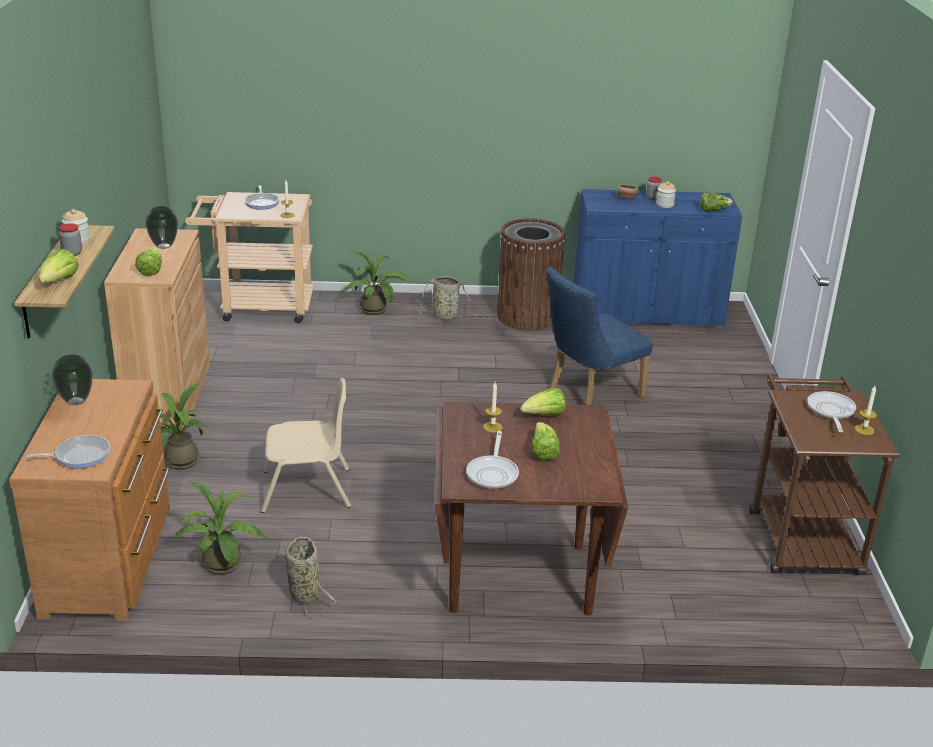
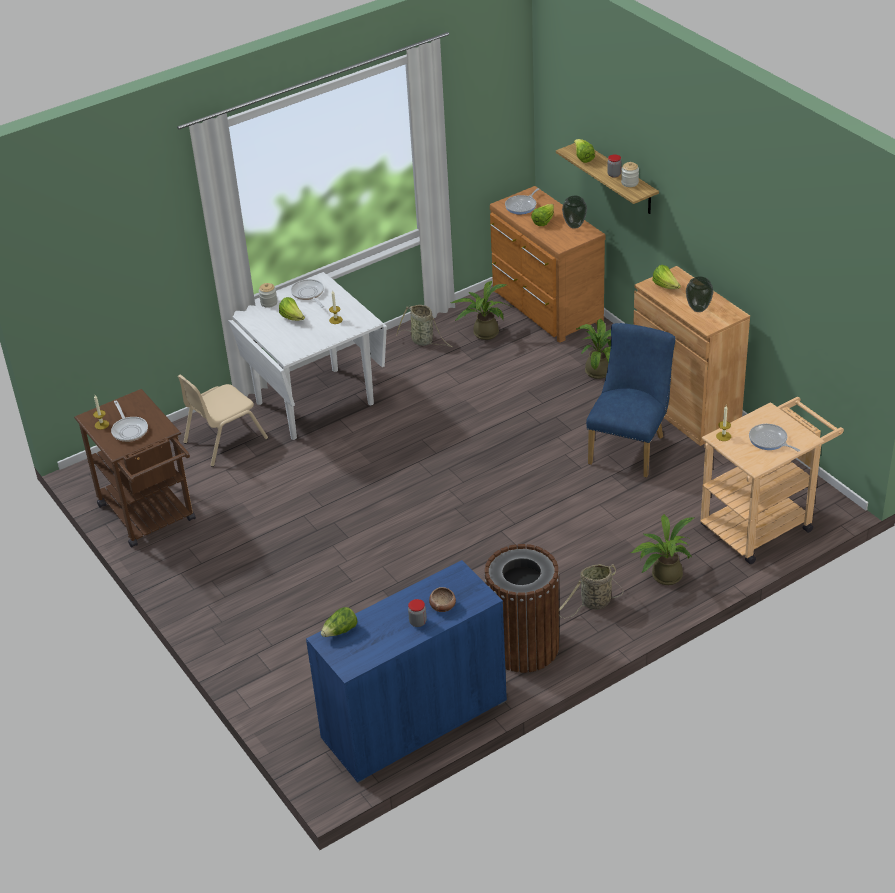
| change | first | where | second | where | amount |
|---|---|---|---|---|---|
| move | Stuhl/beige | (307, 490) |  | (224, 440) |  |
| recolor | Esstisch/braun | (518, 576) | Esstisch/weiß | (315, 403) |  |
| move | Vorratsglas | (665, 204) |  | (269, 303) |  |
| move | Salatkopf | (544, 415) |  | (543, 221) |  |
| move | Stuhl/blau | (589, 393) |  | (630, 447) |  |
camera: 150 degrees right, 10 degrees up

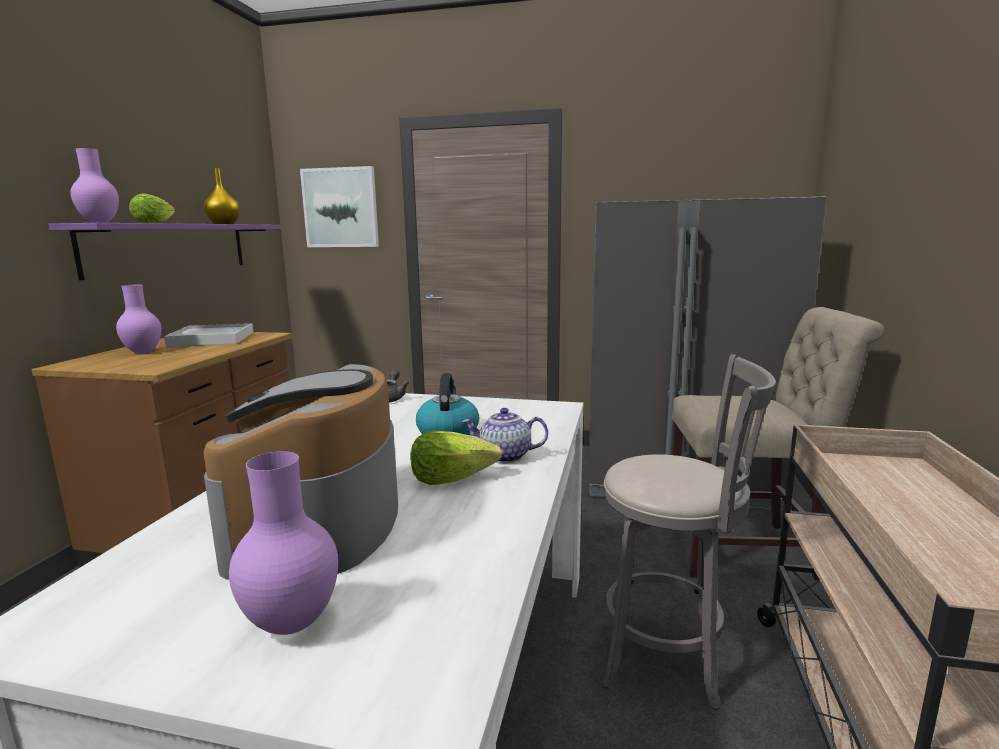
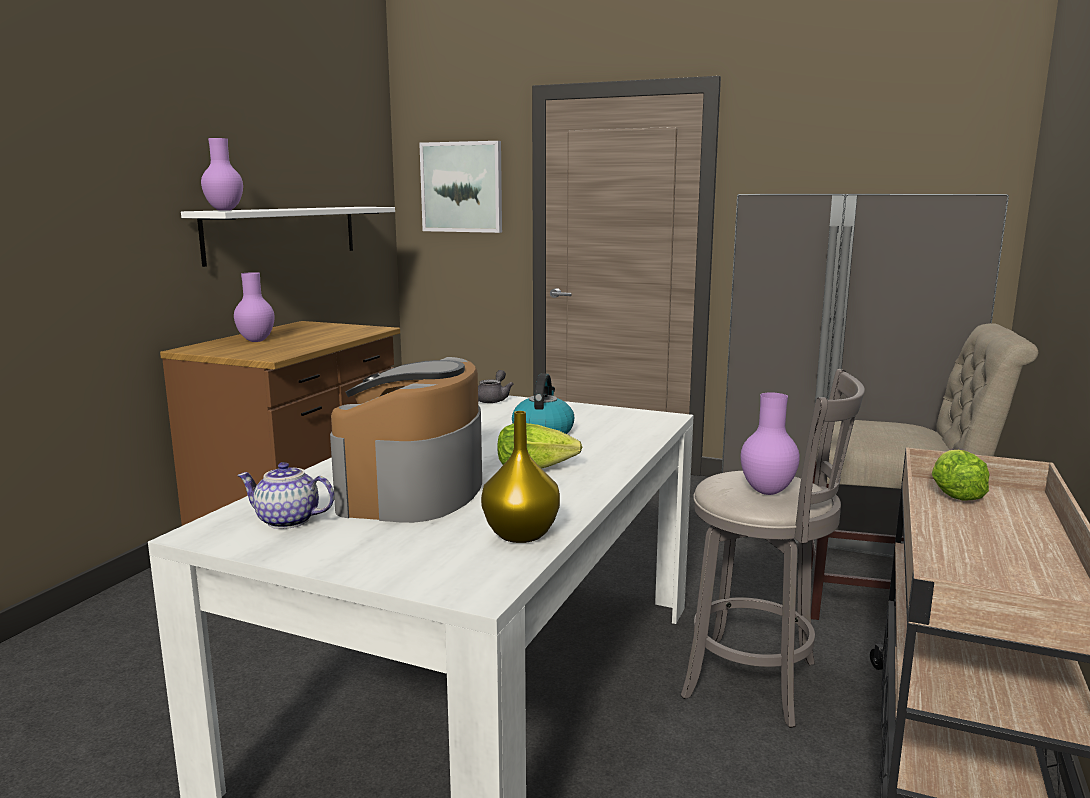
| change | first | where | second | where | amount |
|---|---|---|---|---|---|
| recolor | Wandregal/lila | (171, 248) | Wandregal/weiß | (284, 233) |  |
| move | Teekanne | (504, 457) |  | (286, 521) |  |
| move | Vase/gelb | (224, 224) |  | (521, 534) |  |
| move | Vase/lila | (294, 624) |  | (768, 492) |  |
| move | Salatkopf | (154, 223) |  | (955, 493) |  |
| delete | Tablett/weiß | (212, 339) |  |  |  |
camera: 10 degrees right, 0 degrees up

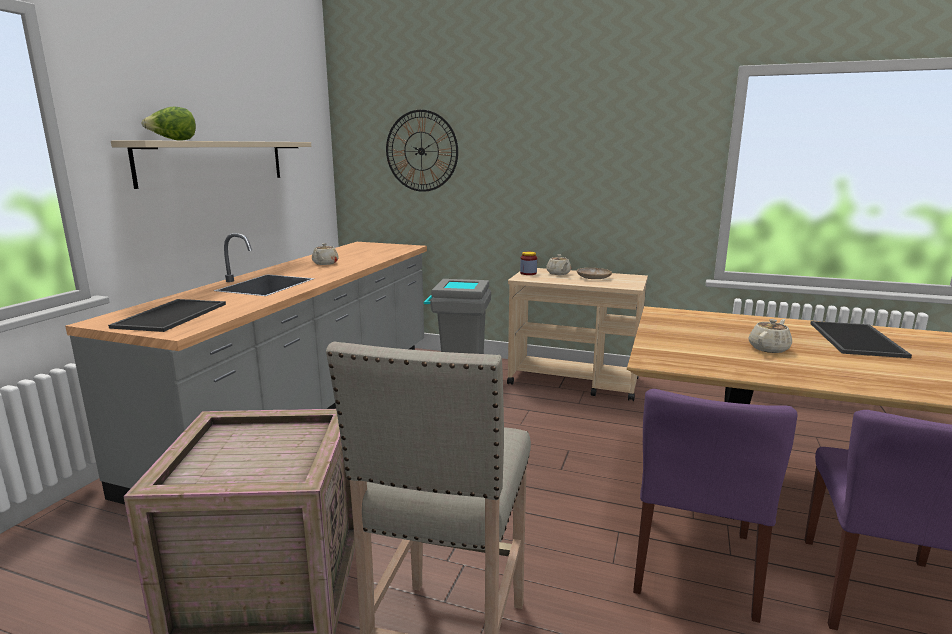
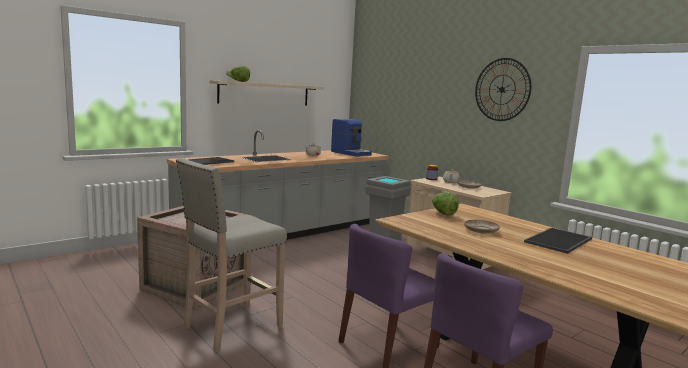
| change | first | where | second | where | amount |
|---|---|---|---|---|---|
| insert |  |  | Kaffeemaschine | (350, 153) |  |
| insert |  |  | Salatkopf | (443, 213) |  |
| replace | Teekanne/beige | (769, 348) | Teller/beige | (481, 231) |  |
| move | Wanduhr | (421, 151) |  | (502, 89) |  |
camera: 30 degrees right, 5 degrees down

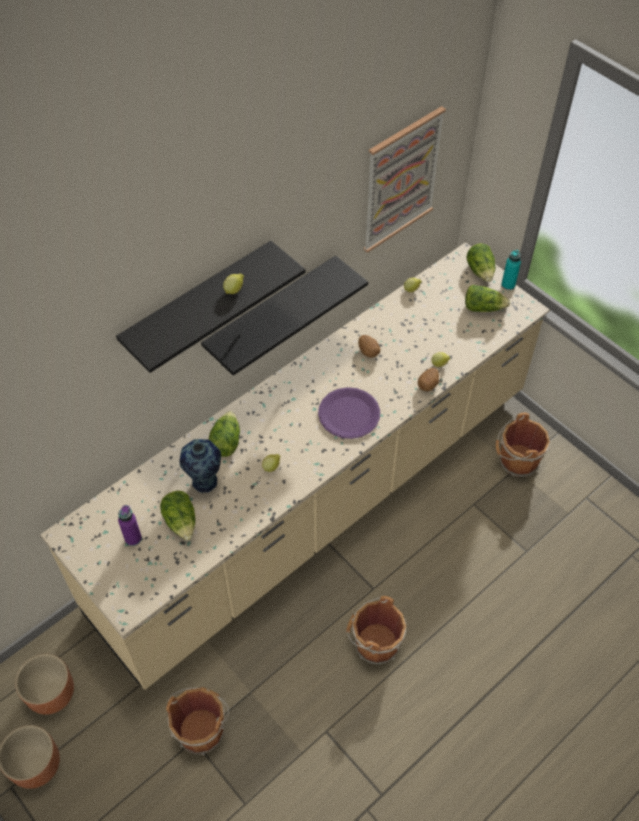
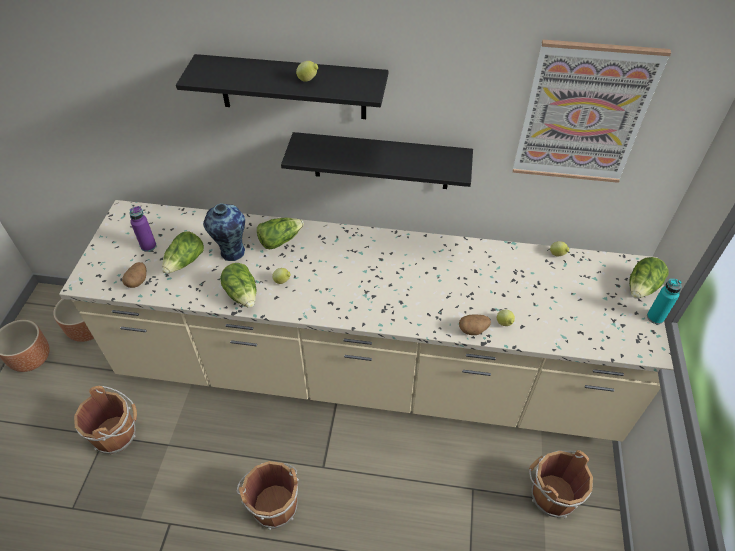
| change | first | where | second | where | amount |
|---|---|---|---|---|---|
| move | Kartoffel | (368, 351) |  | (137, 281) |  |
| move | Salatkopf | (483, 307) |  | (242, 294) |  |
| delete | Teller/lila | (348, 414) |  |  |  |
camera: 50 degrees right, 5 degrees down

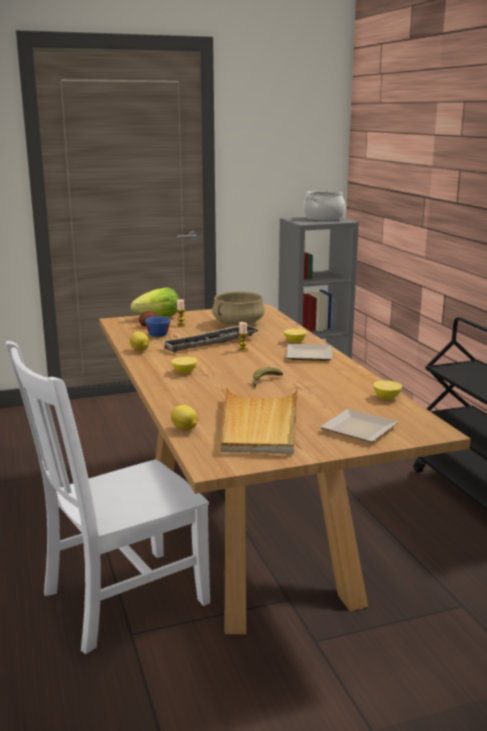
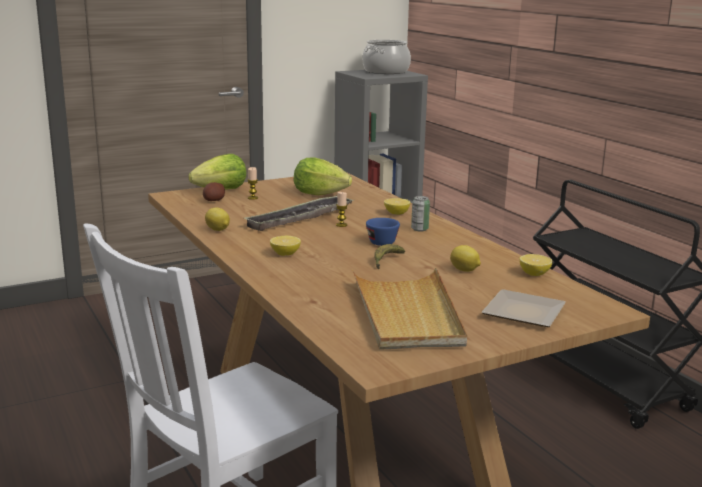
| change | first | where | second | where | amount |
|---|---|---|---|---|---|
| replace | Kochtopf/beige | (238, 323) | Salatkopf | (319, 194) |  |
| move | Tasse/blau | (157, 334) |  | (380, 241) |  |
| replace | Teller | (307, 356) | Dose | (419, 229) |  |
| move | Zitrone | (185, 429) |  | (465, 270) |  |
camera: 10 degrees left, 0 degrees up

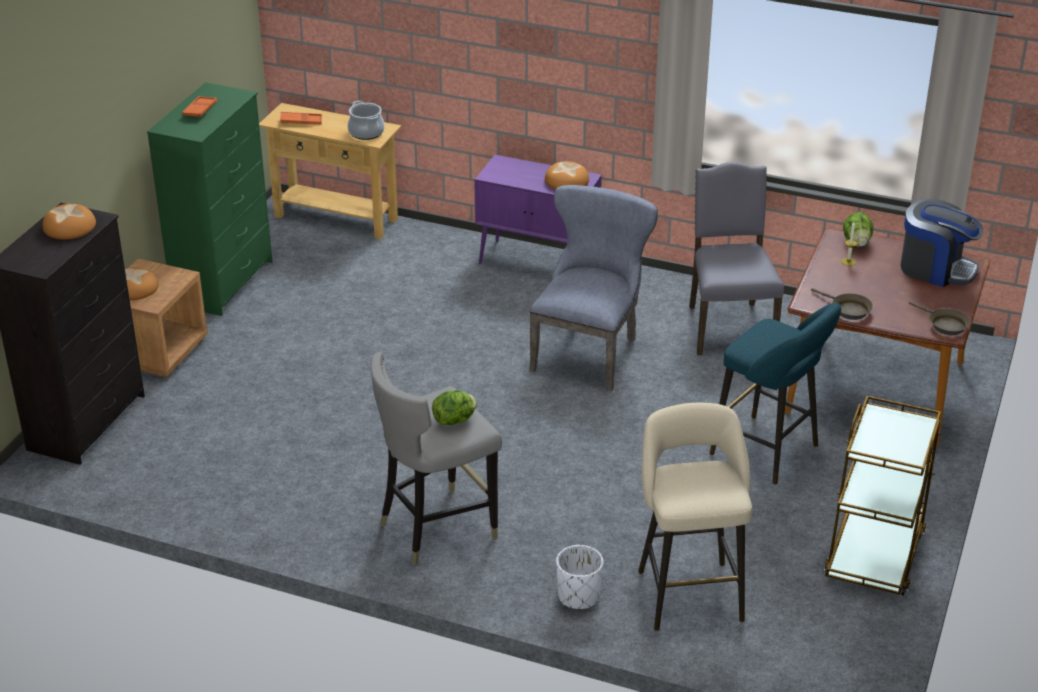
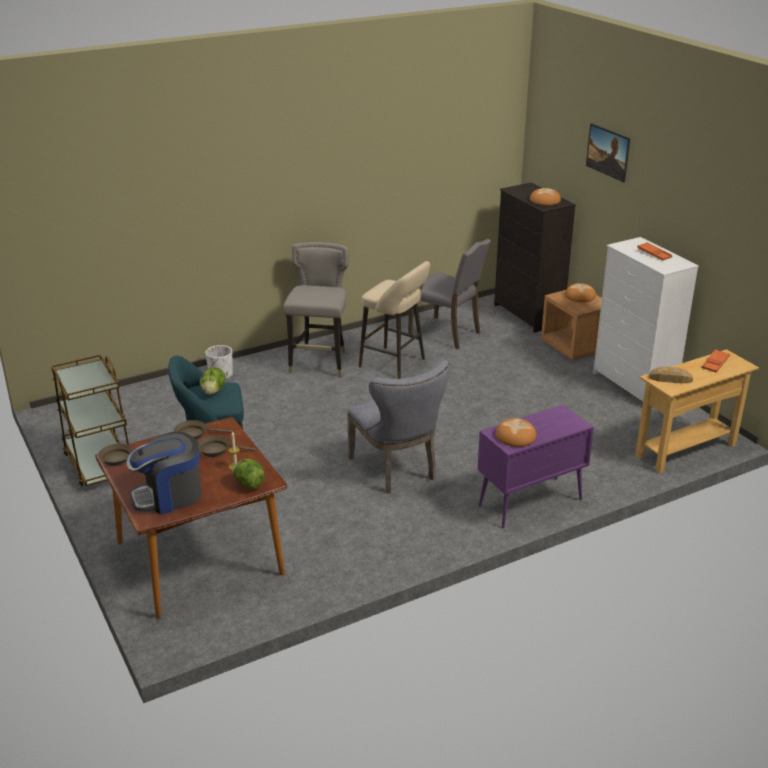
| change | first | where | second | where | amount |
|---|---|---|---|---|---|
| insert |  |  | Pfanne/braun | (217, 450) |  |
| move | Salatkopf | (455, 420) |  | (213, 392) |  |
| move | Hocker/beige | (688, 590) |  | (395, 364) |  |
| move | Stuhl/grau | (728, 326) |  | (447, 334) |  |
| insert |  |  | Bild | (606, 163) |  |
| recolor | Kommode/grün | (224, 282) | Kommode/weiß | (633, 386) |  |
| replace | Kochtopf | (366, 132) | Brot | (670, 379) |  |
camera: 130 degrees right, 5 degrees down

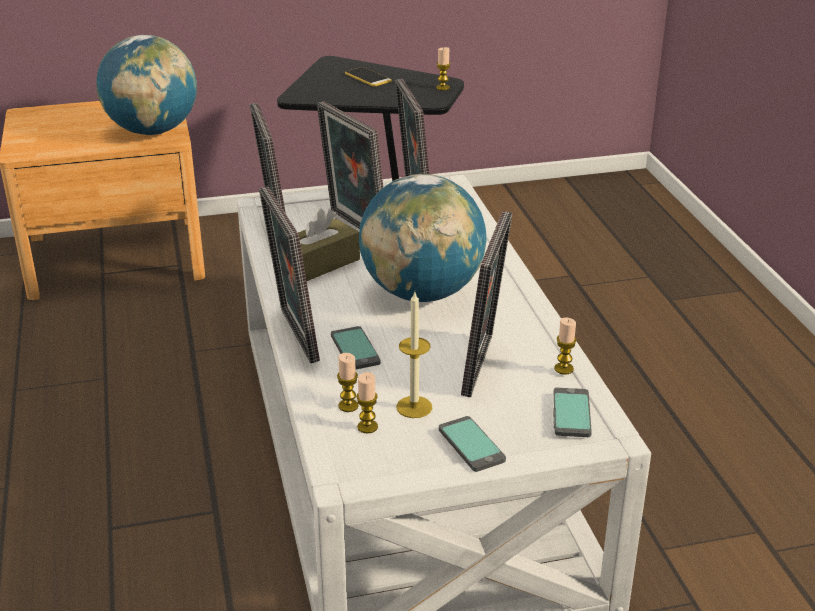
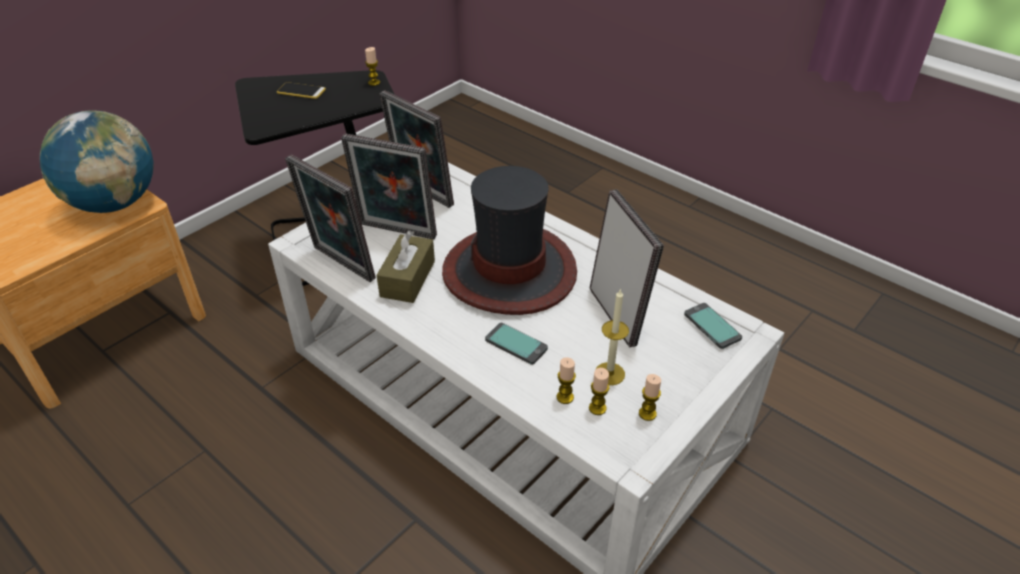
| change | first | where | second | where | amount |
|---|---|---|---|---|---|
| replace | Globus | (422, 293) | Hut | (510, 271) |  |
| move | Kerze | (563, 369) |  | (647, 413) |  |
| delete | Bilderrahmen | (293, 336) |  |  |  |
| delete | Handy | (472, 445) |  |  |  |
camera: 35 degrees left, 10 degrees up

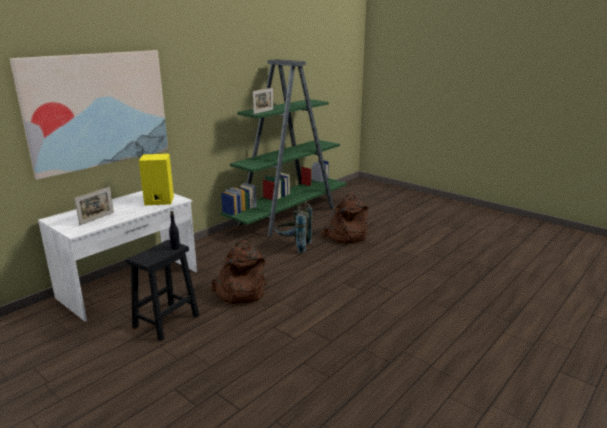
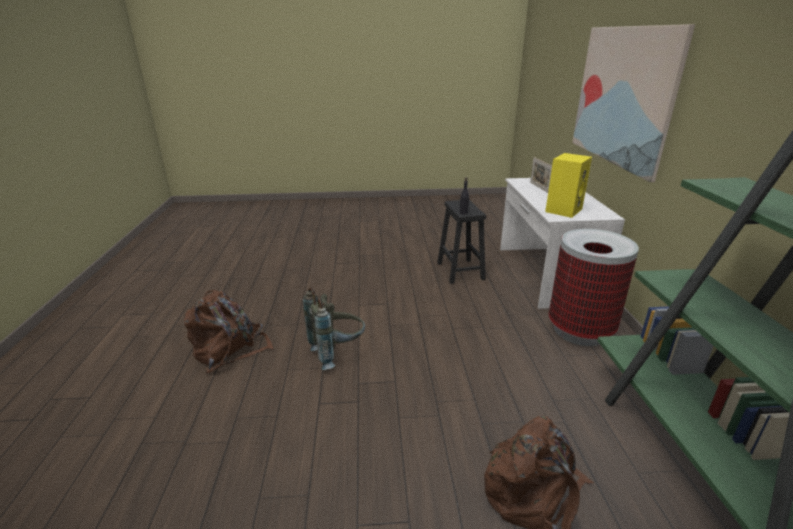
| change | first | where | second | where | amount |
|---|---|---|---|---|---|
| move | Rucksack/braun | (239, 292) |  | (230, 350) |  |
| move | Rucksack/grau | (293, 246) |  | (337, 353) |  |
| insert |  |  | Mülleimer | (580, 330) |  |
| delete | Bilderrahmen | (263, 111) |  |  |  |
camera: 135 degrees right, 5 degrees up

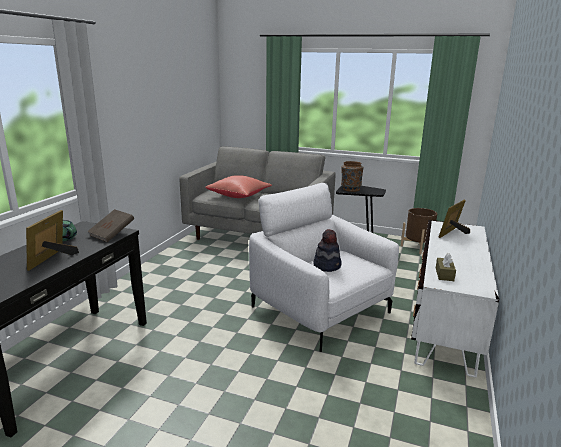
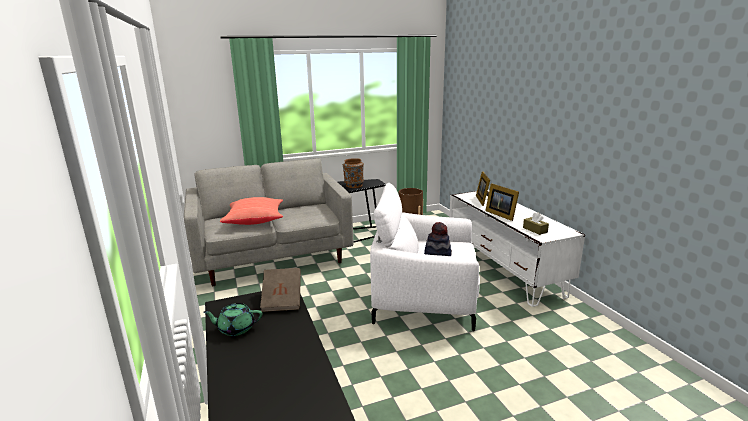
| change | first | where | second | where | amount |
|---|---|---|---|---|---|
| move | Bilderrahmen | (53, 259) |  | (500, 214) |  |
camera: 40 degrees left, 0 degrees up

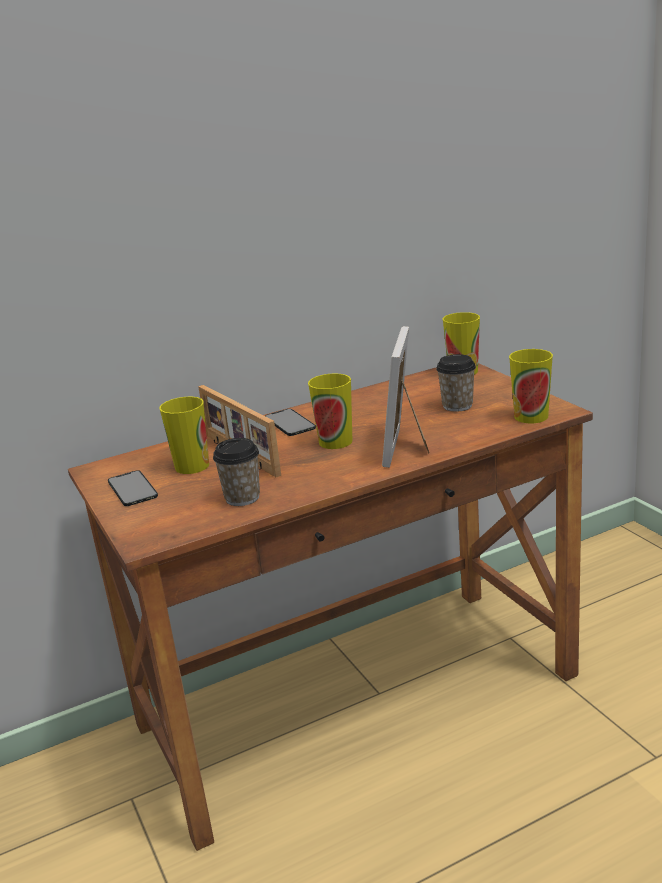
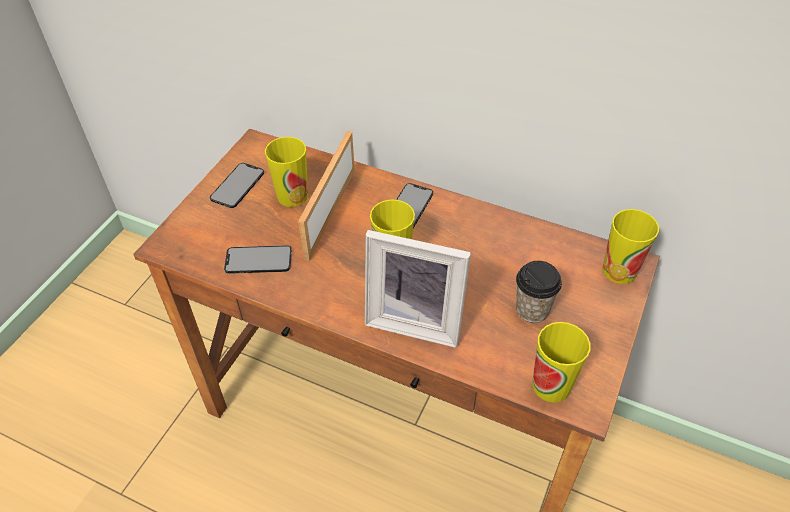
| change | first | where | second | where | amount |
|---|---|---|---|---|---|
| replace | Tasse | (242, 498) | Handy | (258, 260) |  |
| rotate | Bilderrahmen | (409, 447) |  | (416, 320) | 135 degrees counterclockwise |
camera: 50 degrees right, 25 degrees up

